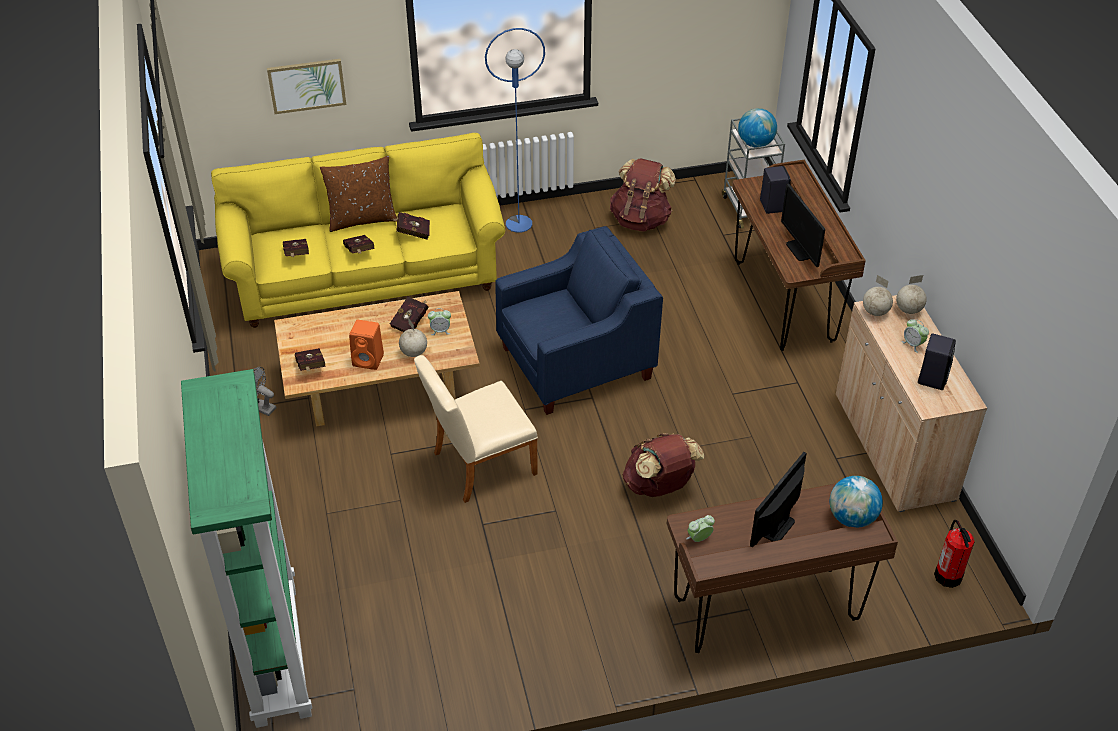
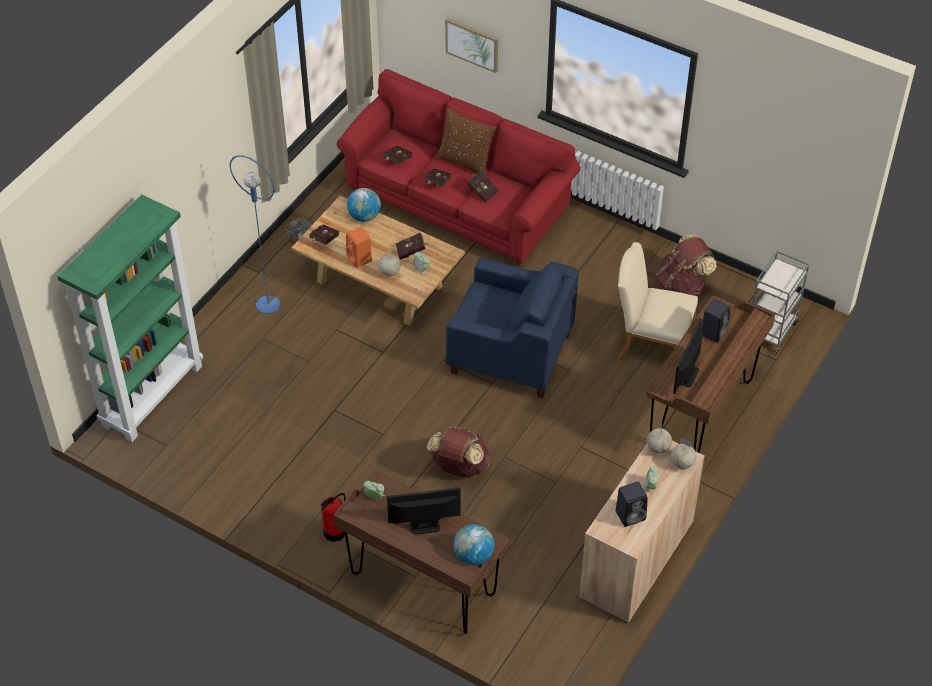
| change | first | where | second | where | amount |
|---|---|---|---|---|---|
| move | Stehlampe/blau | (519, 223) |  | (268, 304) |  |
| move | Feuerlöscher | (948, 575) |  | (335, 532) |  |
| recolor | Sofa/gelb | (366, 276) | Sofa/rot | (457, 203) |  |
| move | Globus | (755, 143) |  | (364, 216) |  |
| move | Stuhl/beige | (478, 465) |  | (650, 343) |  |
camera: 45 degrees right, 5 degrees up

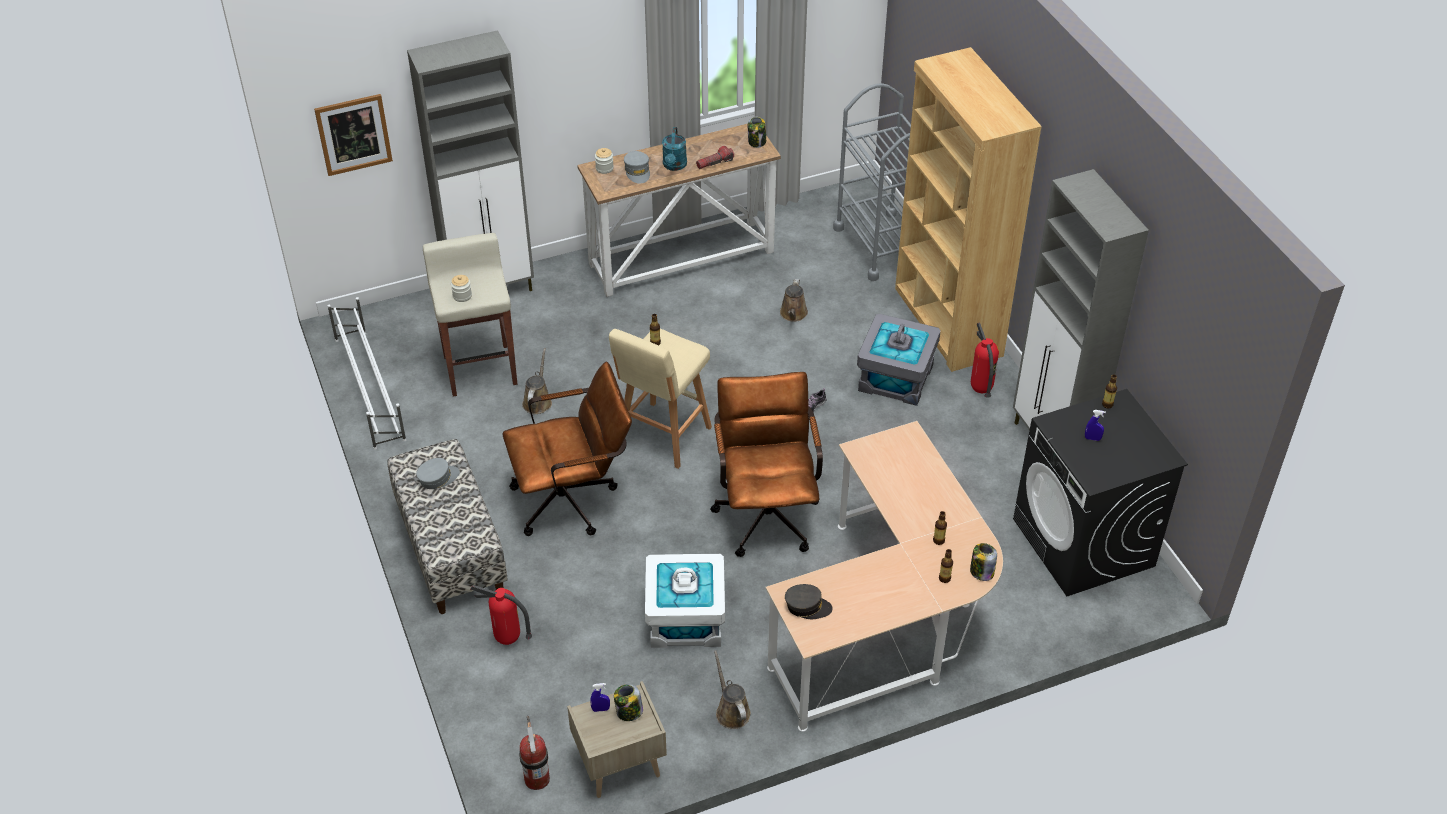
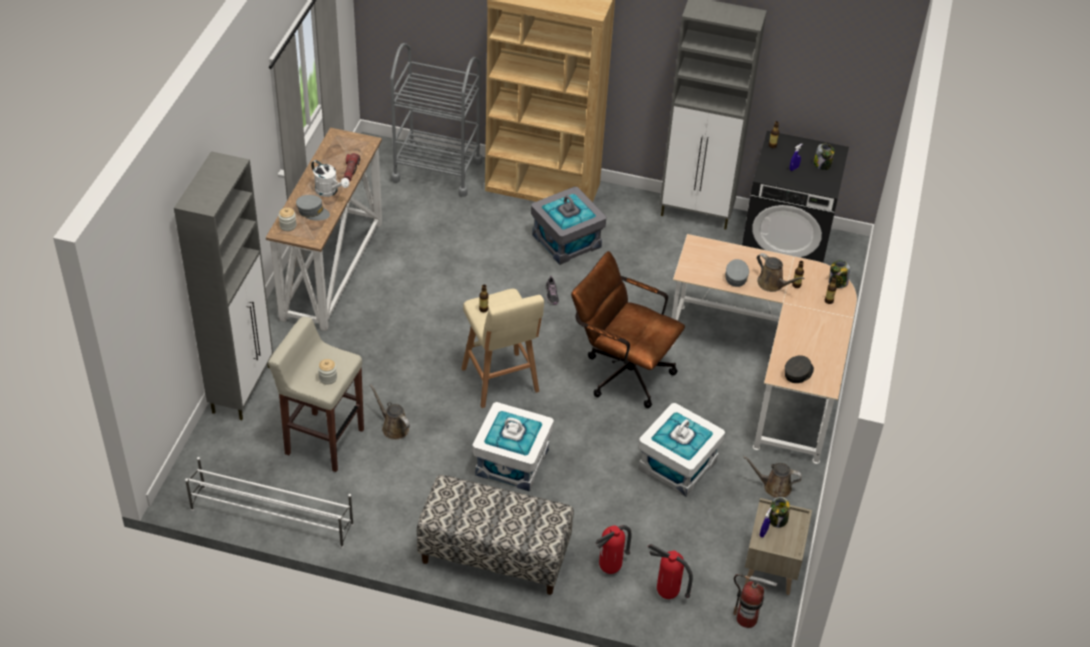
| change | first | where | second | where | amount |
|---|---|---|---|---|---|
| recolor | Gießkanne/türkis | (674, 166) | Gießkanne/weiß | (329, 191) |  |
| replace | Bürostuhl/braun | (573, 499) | Aufbewahrungsbox/weiß | (512, 462) |  |
| move | Feuerlöscher | (980, 389) |  | (666, 594) |  |
| move | Kappe/grau | (438, 478) |  | (735, 276) |  |
| move | Gießkanne/braun | (793, 314) |  | (772, 284) |  |
| move | Vorratsglas | (757, 142) |  | (822, 165) |  |
| delete | Bild | (353, 134) |  |  |  |
camera: 55 degrees left, 0 degrees up

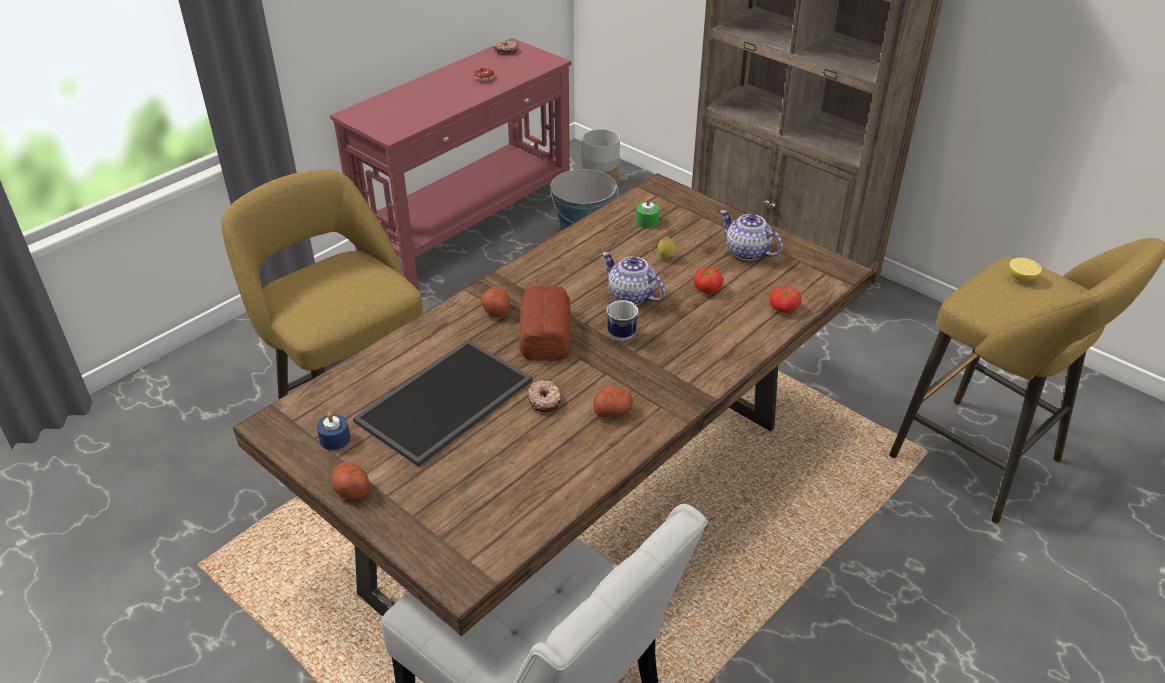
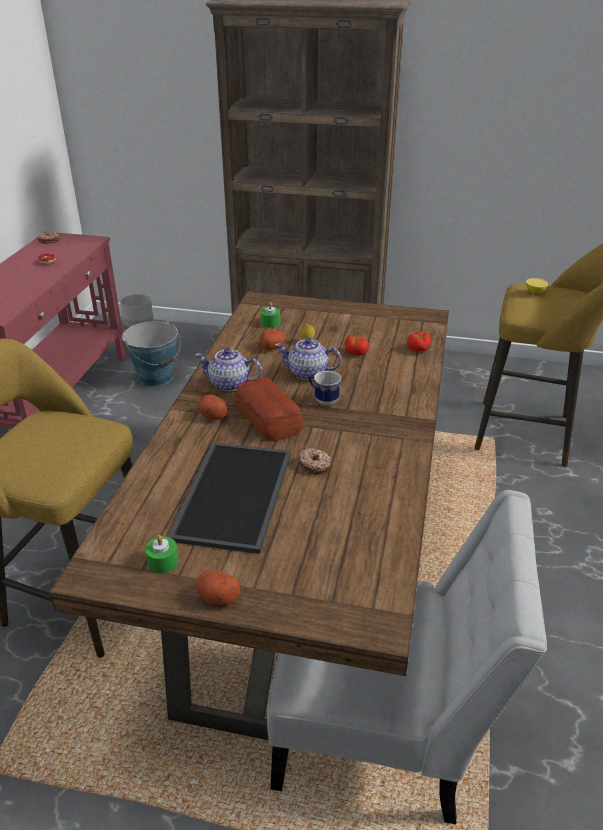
| change | first | where | second | where | amount |
|---|---|---|---|---|---|
| recolor | Kerze/blau | (335, 439) | Kerze/grün | (163, 562) |  |
| move | Teekanne | (747, 252) |  | (229, 384) |  |
| move | Kartoffel | (612, 411) |  | (272, 346) |  |
camera: 30 degrees left, 5 degrees down

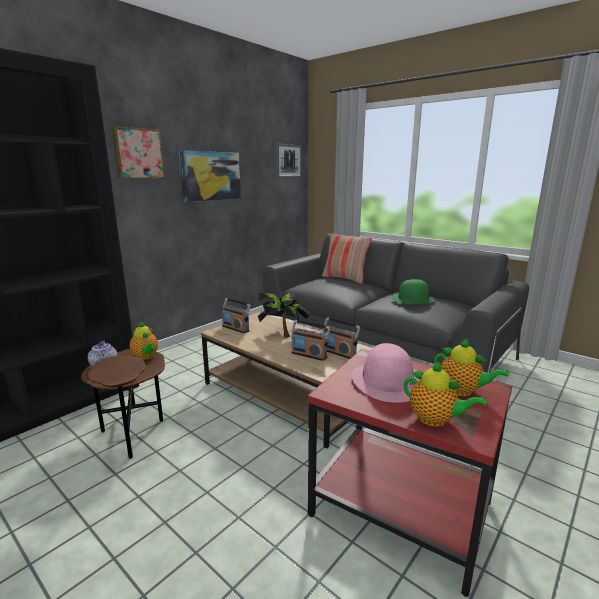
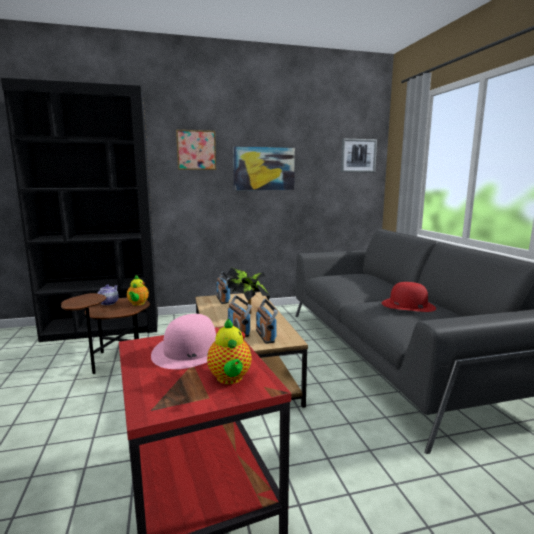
| change | first | where | second | where | amount |
|---|---|---|---|---|---|
| recolor | Hut/grün | (413, 299) | Hut/rot | (408, 305) |  |
| delete | Kissen | (344, 278) |  |  |  |
| delete | Teekanne | (435, 420) |  |  |  |
camera: 35 degrees right, 5 degrees down

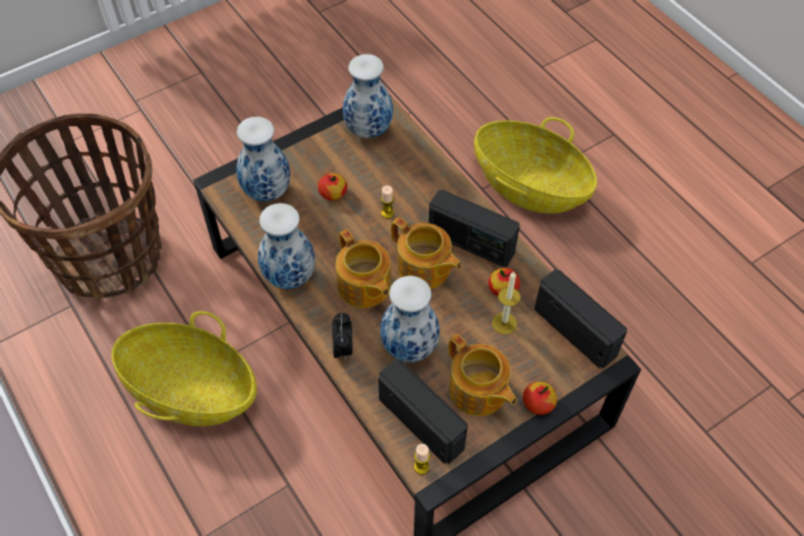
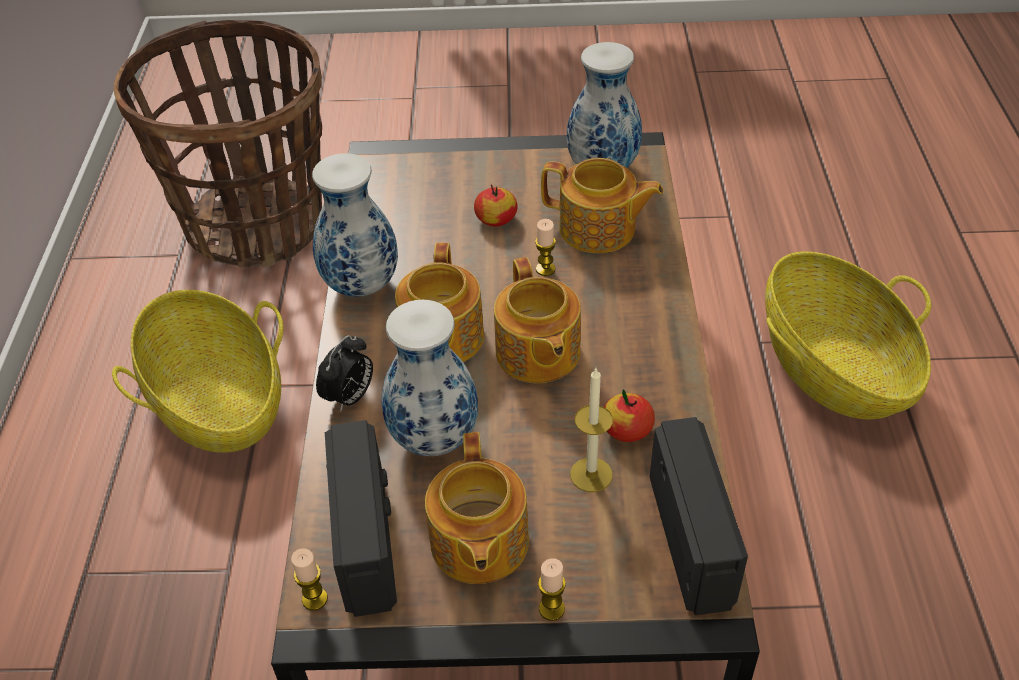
| change | first | where | second | where | amount |
|---|---|---|---|---|---|
| replace | Apfel | (538, 403) | Kerze | (551, 609) |  |
| insert |  |  | Teekanne | (598, 229) |  |
| delete | Vase | (266, 192) |  |  |  |
| delete | Radio | (471, 243) |  |  |  |
camera: 35 degrees right, 10 degrees down

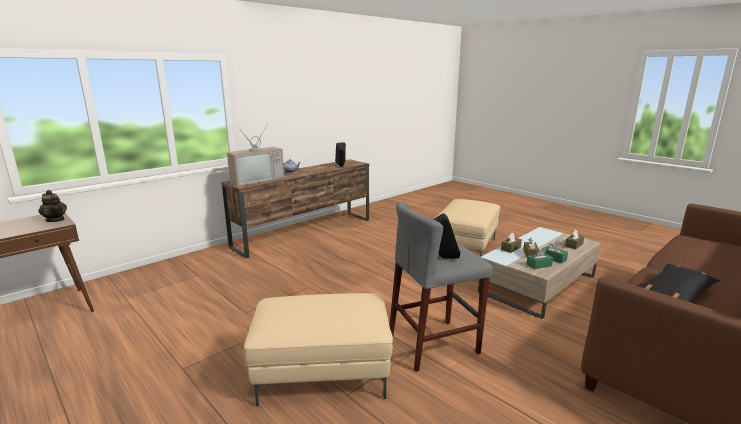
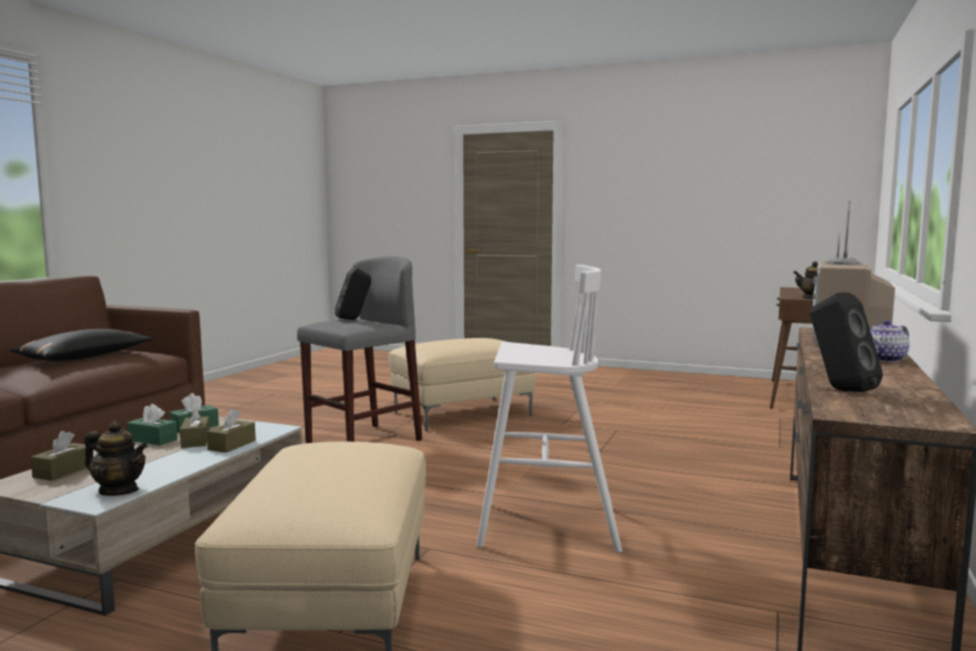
| change | first | where | second | where | amount |
|---|---|---|---|---|---|
| insert |  |  | Teekanne | (119, 491) |  |
| insert |  |  | Hocker/weiß | (545, 526) |  |
camera: 155 degrees right, 10 degrees down

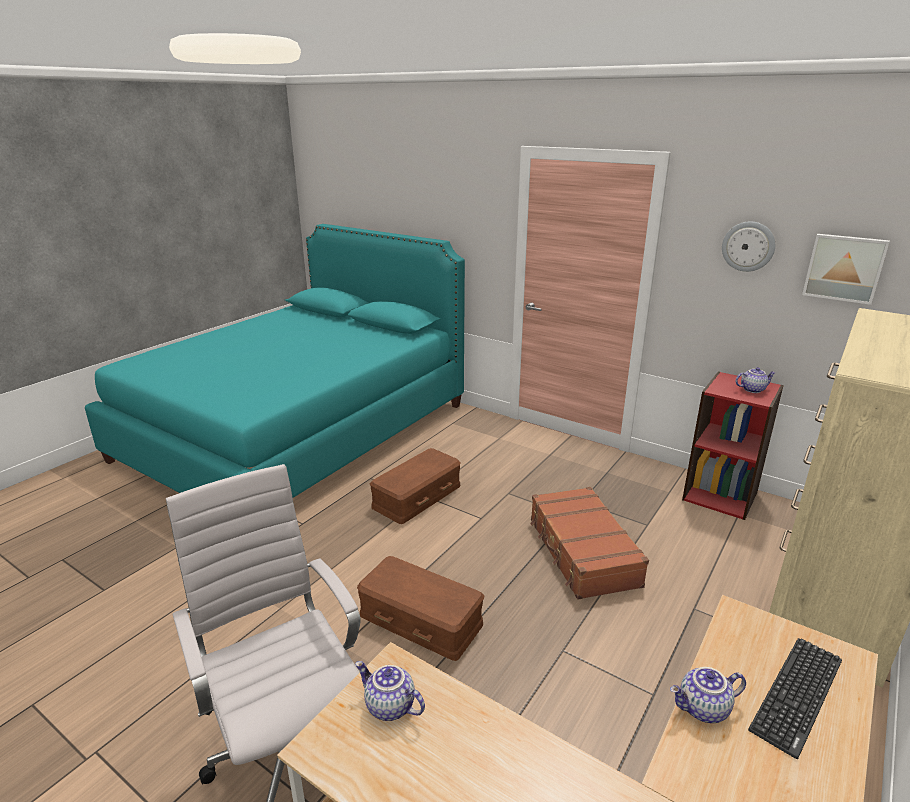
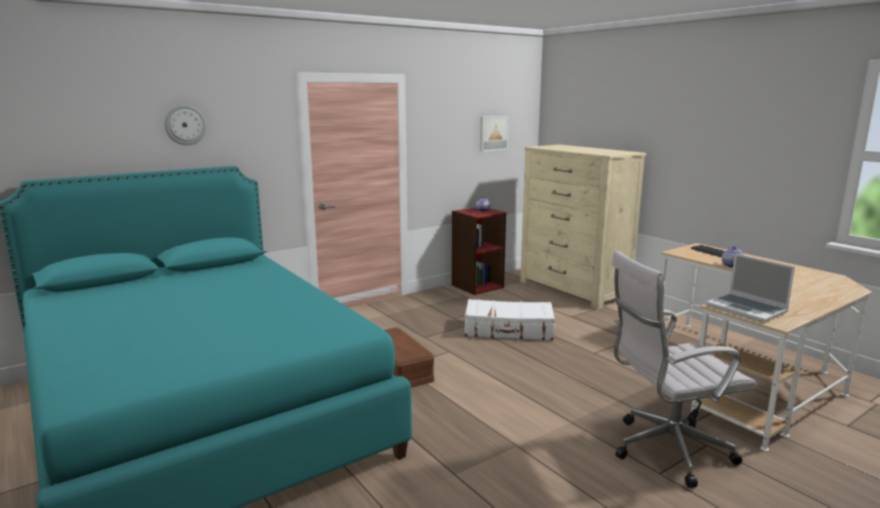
| change | first | where | second | where | amount |
|---|---|---|---|---|---|
| move | Wanduhr | (748, 246) |  | (185, 125) |  |
| recolor | Koffer/braun | (582, 552) | Koffer/weiß | (509, 330) |  |
| replace | Teekanne | (389, 707) | Laptop | (747, 309) |  |
| delete | Aufbewahrungsbox/braun | (421, 618) |  |  |  |
camera: 70 degrees left, 10 degrees down

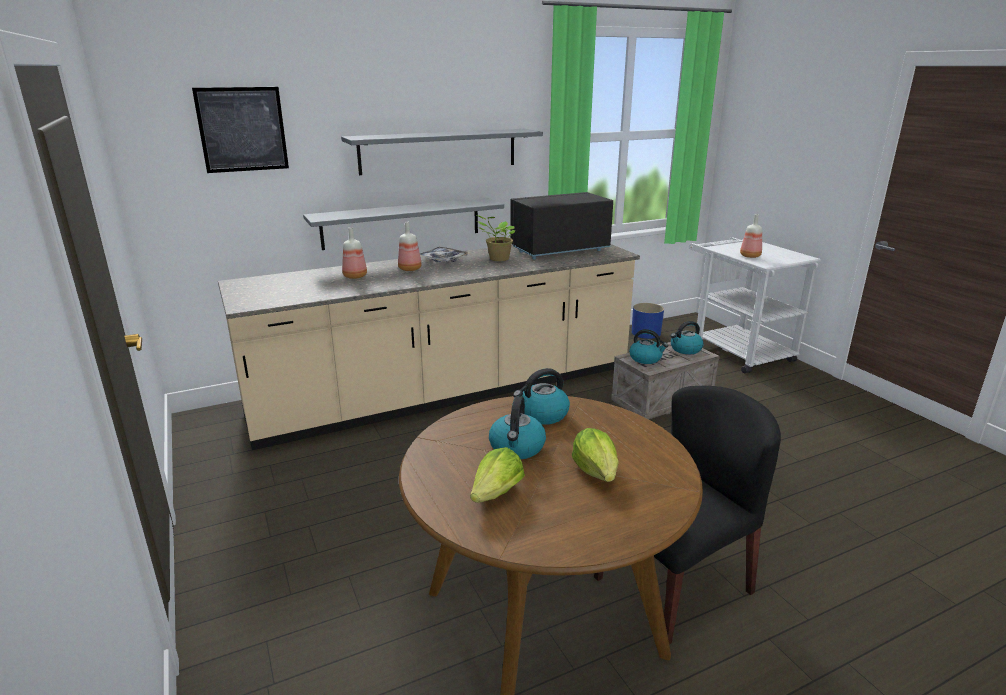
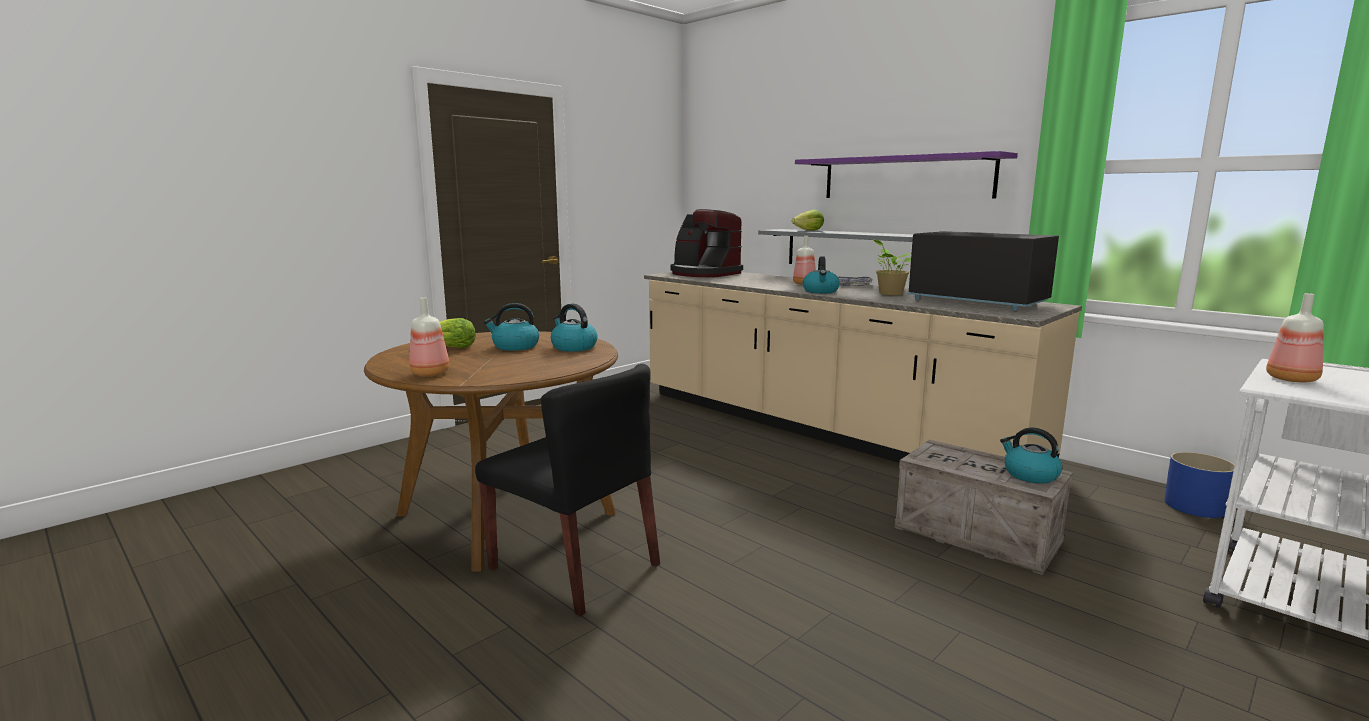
| change | first | where | second | where | amount |
|---|---|---|---|---|---|
| move | Flasche | (354, 276) |  | (431, 373) |  |
| insert |  |  | Kaffeemaschine | (704, 273) |  |
| move | Salatkopf | (596, 471) |  | (808, 230) |  |
| recolor | Wandregal/grau | (439, 151) | Wandregal/lila | (905, 177) |  |
| move | Wasserkessel | (646, 358) |  | (820, 291) |  |
| delete | Bild | (242, 129) |  |  |  |
camera: 70 degrees right, 10 degrees down

